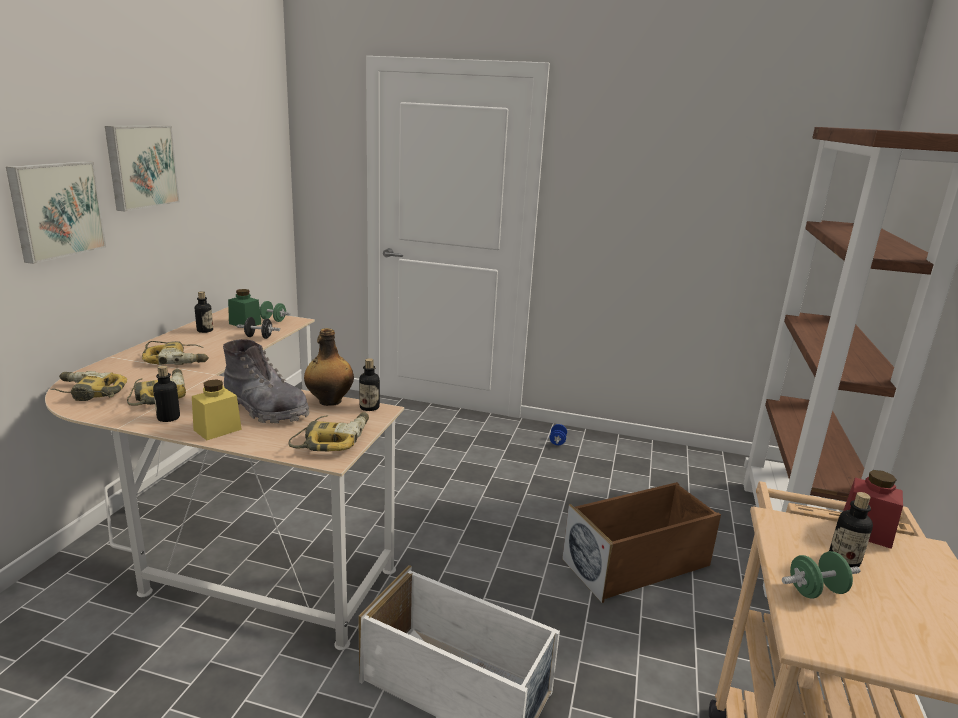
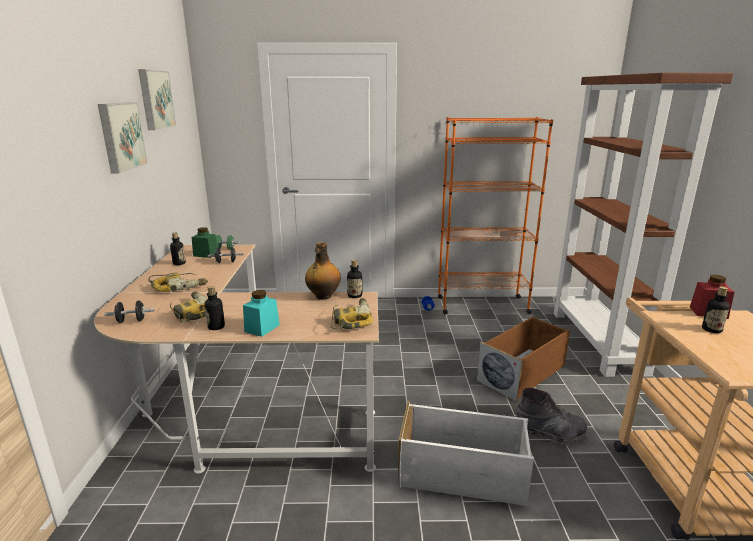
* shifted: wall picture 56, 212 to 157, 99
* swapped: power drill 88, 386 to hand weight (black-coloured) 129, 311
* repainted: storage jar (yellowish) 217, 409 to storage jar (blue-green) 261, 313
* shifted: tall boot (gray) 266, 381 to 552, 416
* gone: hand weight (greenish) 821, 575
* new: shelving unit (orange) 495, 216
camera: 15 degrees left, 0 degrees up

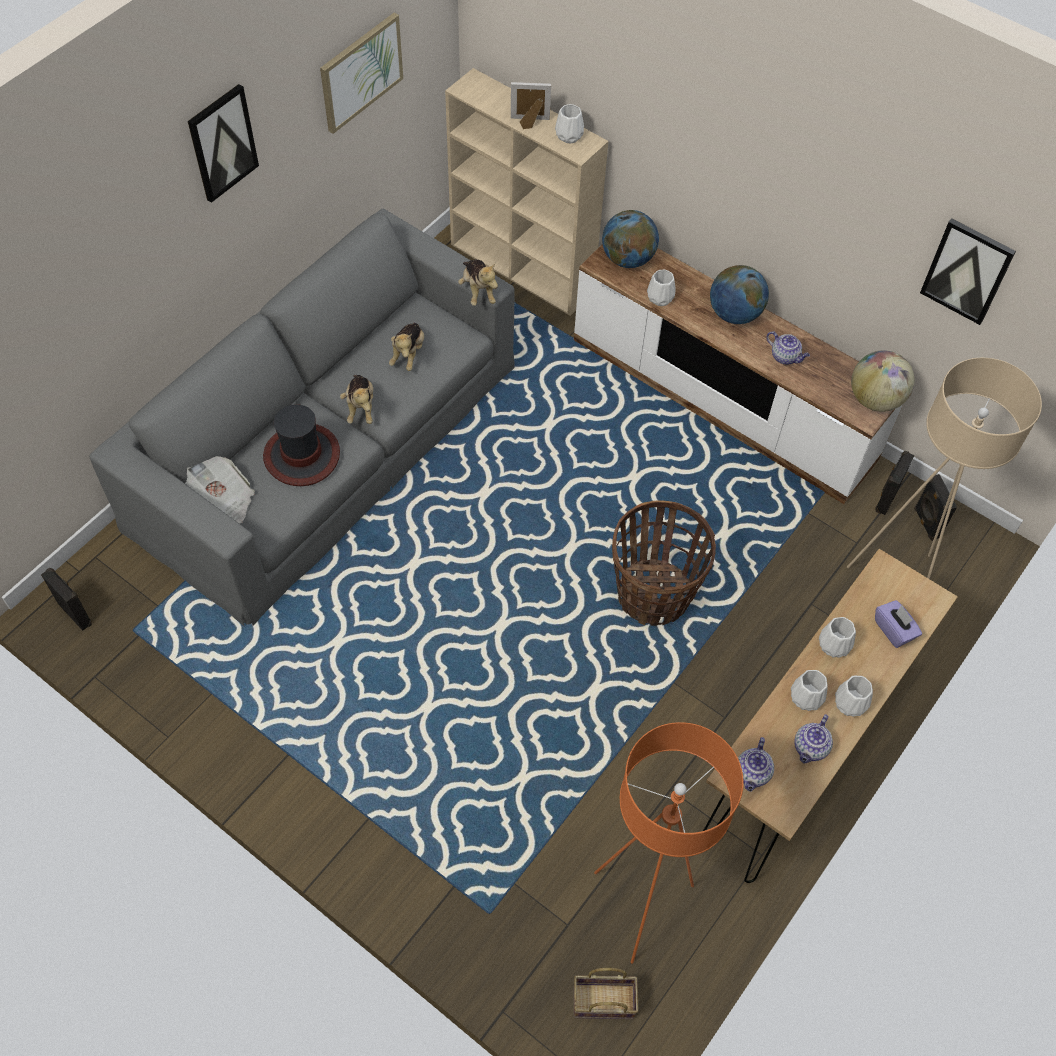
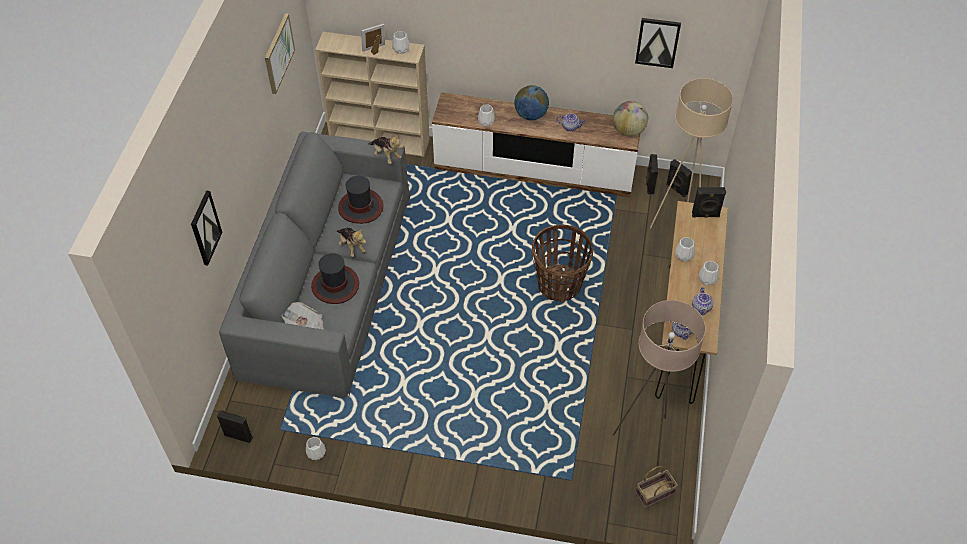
* shifted: wall picture 223, 143 to 206, 227
* swapped: plush toy 406, 347 to hat 360, 200
* repainted: standing lamp (orange) 669, 842 to standing lamp (sand-coloured) 659, 384
* gone: world globe 630, 239
* shifted: decorative vase (white-coloured) 809, 690 to 316, 448
* gone: tissue holder (purplish) 898, 624
* new: speaker (black-coloured) 709, 202
camera: 25 degrees left, 5 degrees down

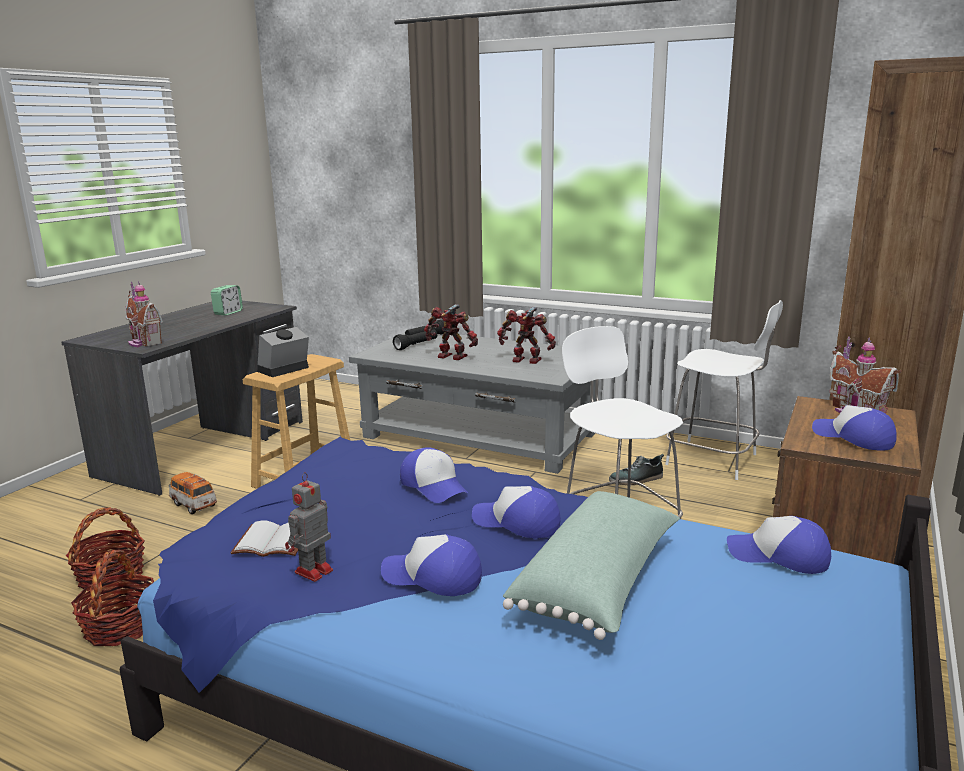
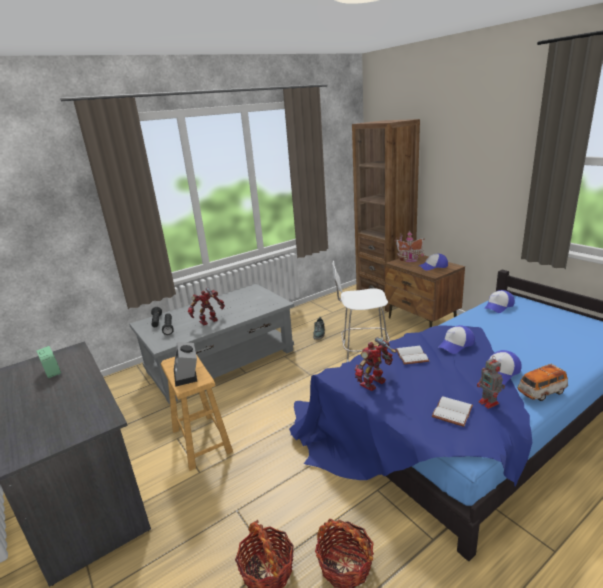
* gone: model house 144, 314
* shifted: model car 193, 493 to 543, 382
* swapped: baseball cap 434, 475 to volume (white-coloured) 412, 355
* shifted: robot figure 526, 335 to 375, 364
* gone: throw pillow (greenish) 591, 565
* gone: plain chair (white-coloured) 724, 390
camera: 60 degrees left, 5 degrees up

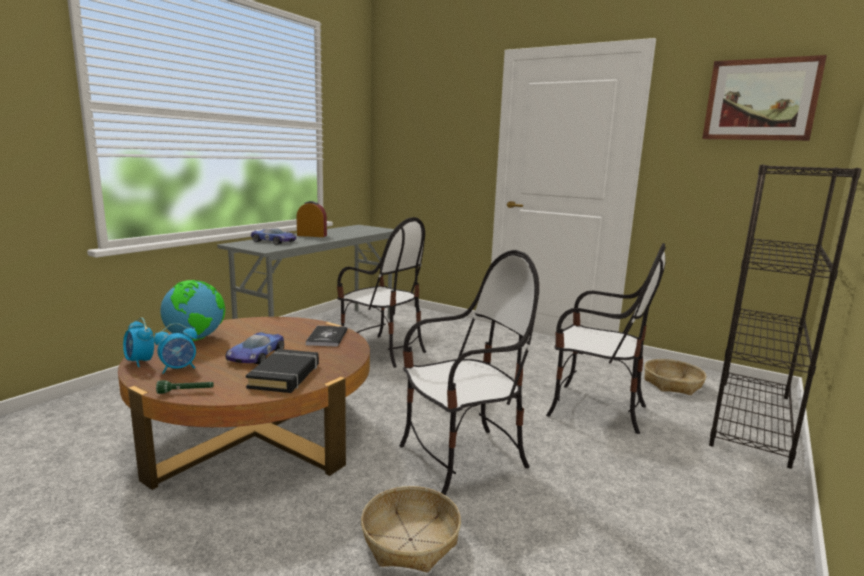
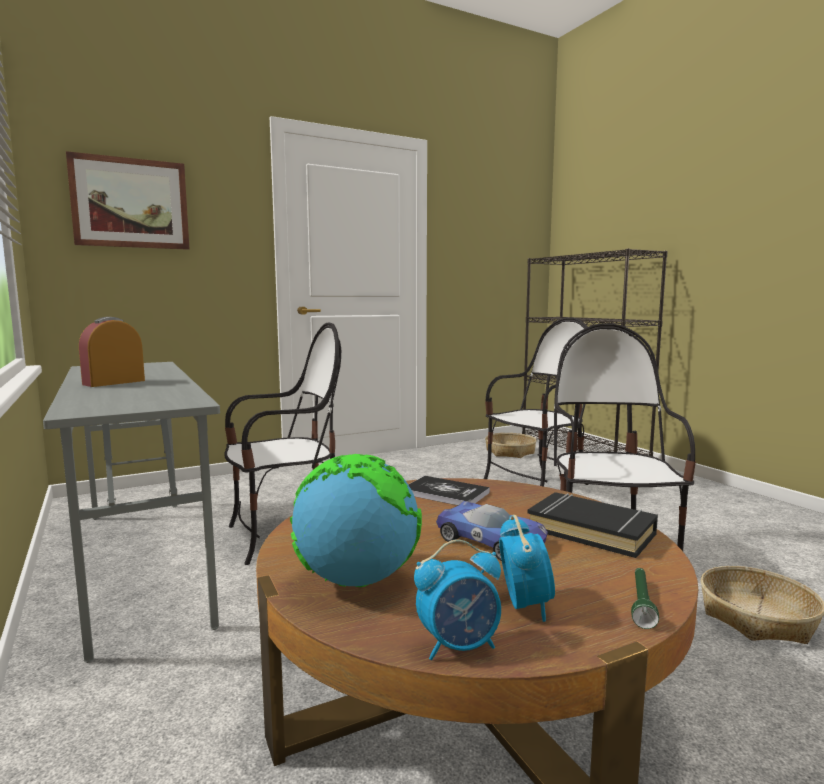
* gone: model car 273, 236
* shifted: wall picture 764, 98 to 128, 200
camera: 60 degrees left, 5 degrees down

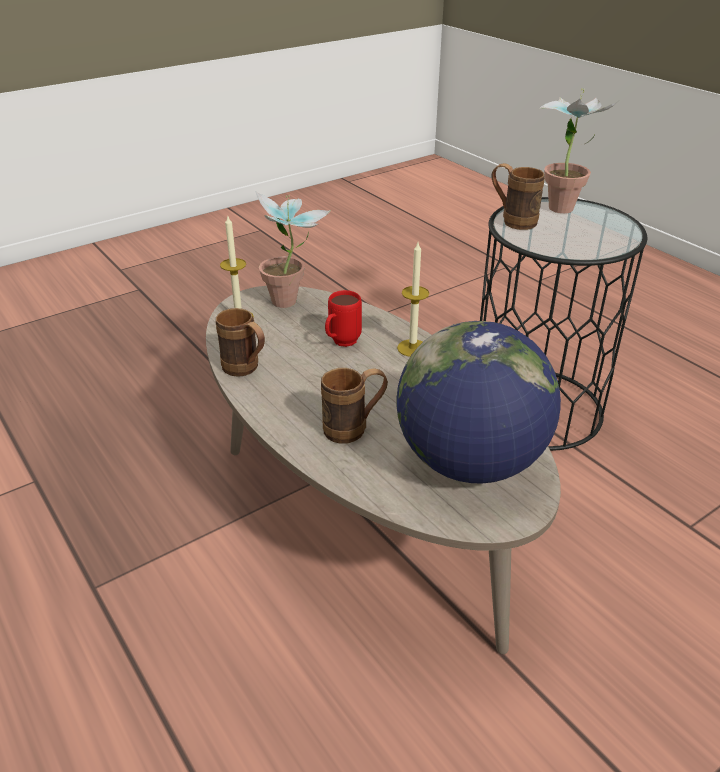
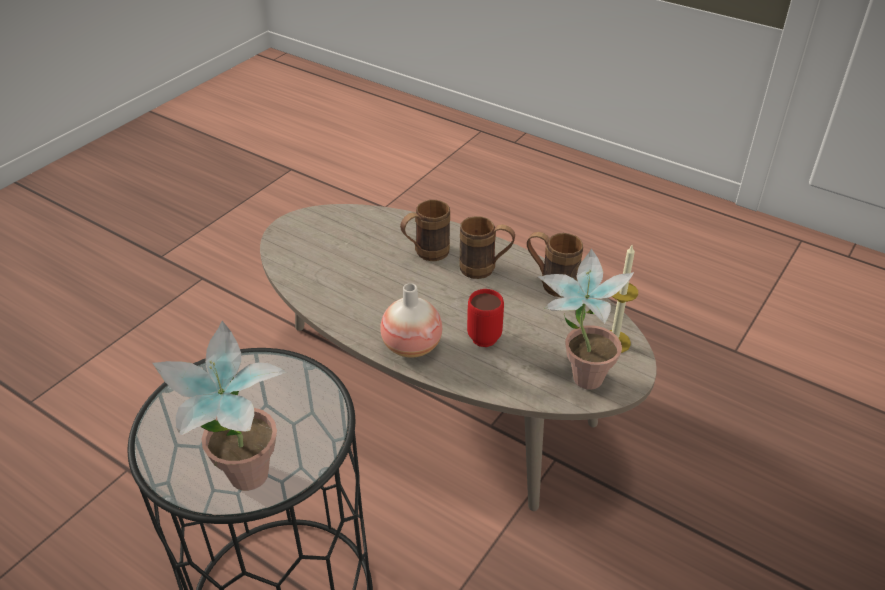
* gone: world globe 478, 402
* swapped: wax light 413, 300 to decorative vase 411, 320
* shifted: coffee mug (brown) 518, 196 to 487, 247
camera: 160 degrees right, 5 degrees up

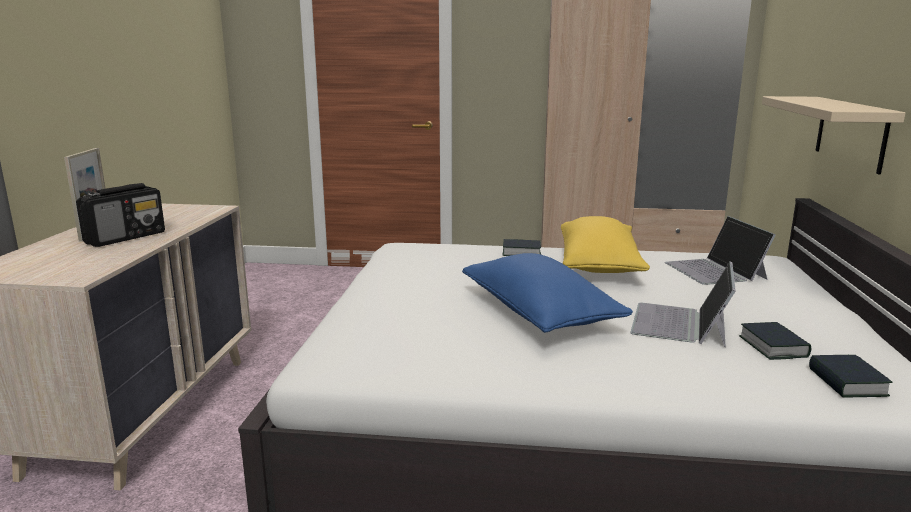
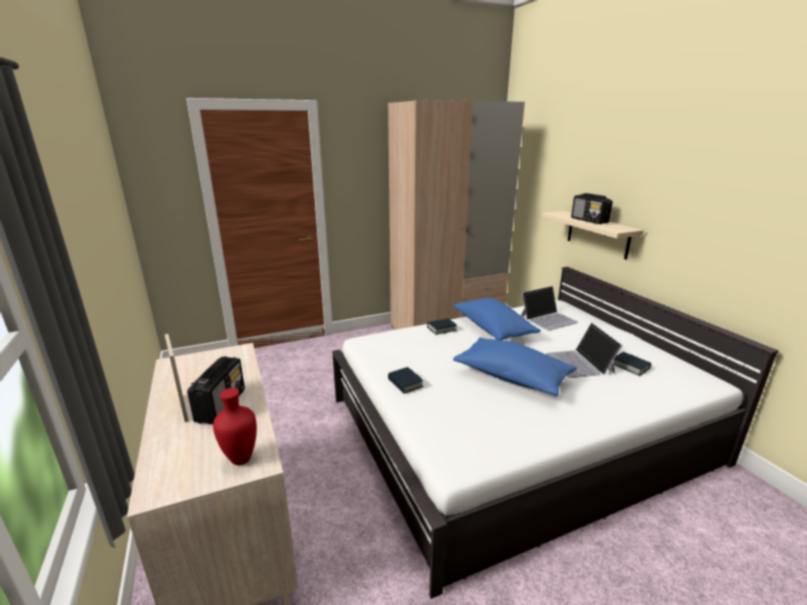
* repainted: throw pillow (yellowish) 605, 244 to throw pillow (blue) 497, 319
* rotated: notebook computer 720, 250 = 549, 308 75 degrees counterclockwise
* shifted: volume 850, 376 to 405, 380
* new: decorative vase (red-coloured) 235, 426
* new: radio 592, 208
camera: 30 degrees left, 5 degrees up

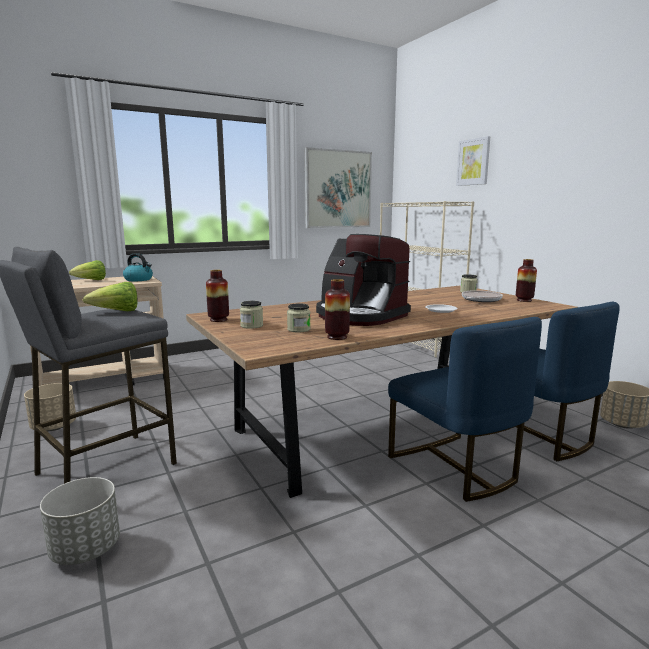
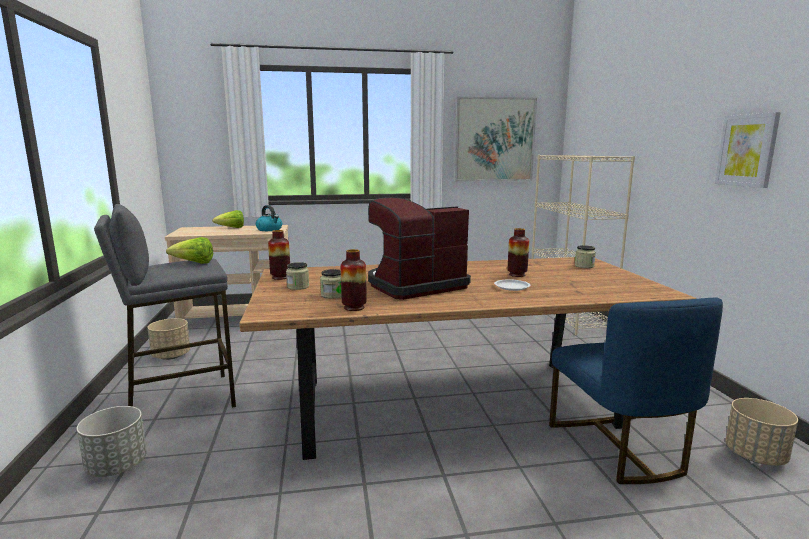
* rotated: coffee maker 363, 280 = 419, 248 90 degrees clockwise
* gone: plain chair (blue) 465, 409
* shifted: wall picture 473, 161 to 748, 150
* gone: skillet 482, 296
* shifted: decorative vase 526, 280 to 518, 252
camera: 20 degrees right, 0 degrees up

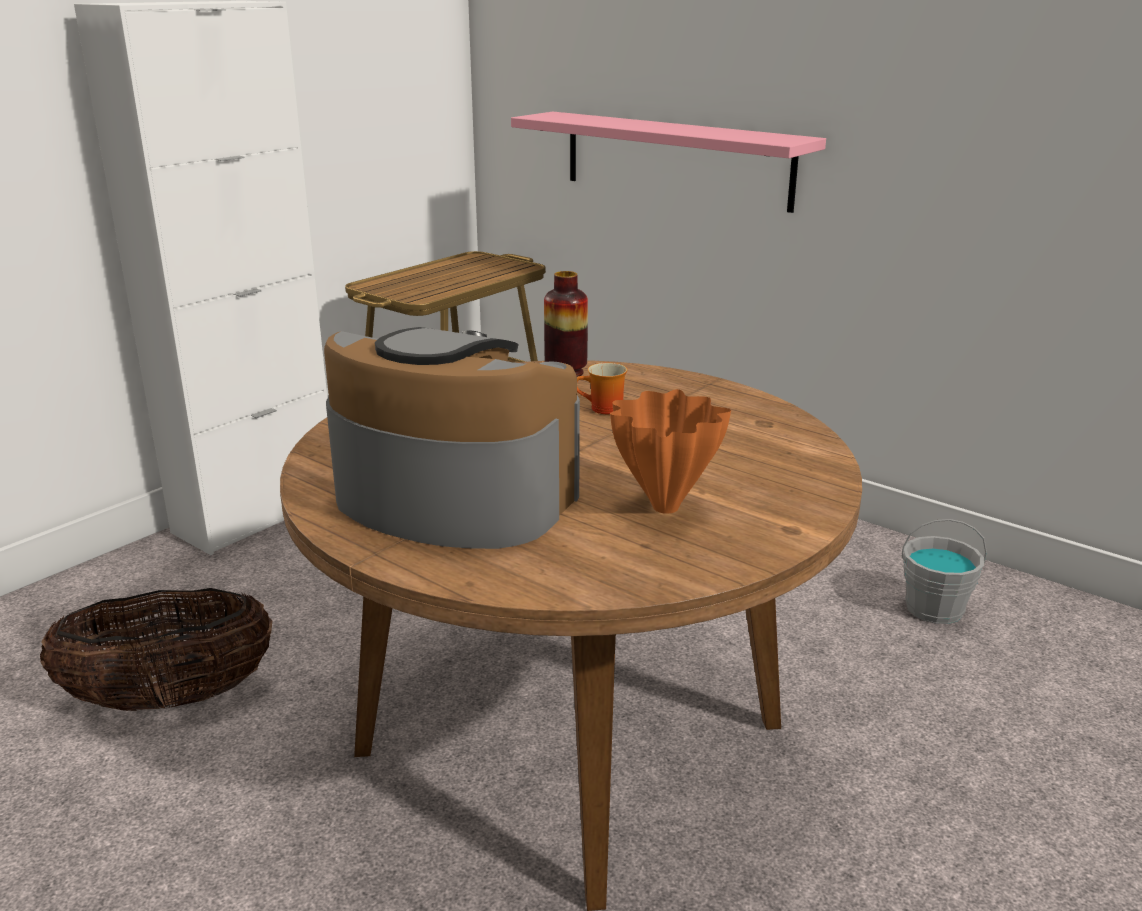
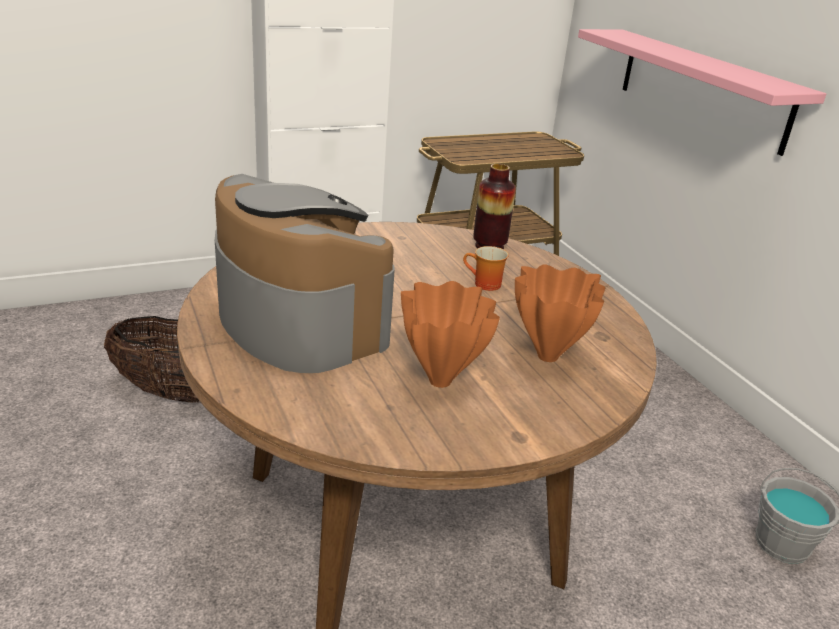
* new: decorative vase (orange) 560, 313
camera: 25 degrees right, 5 degrees up

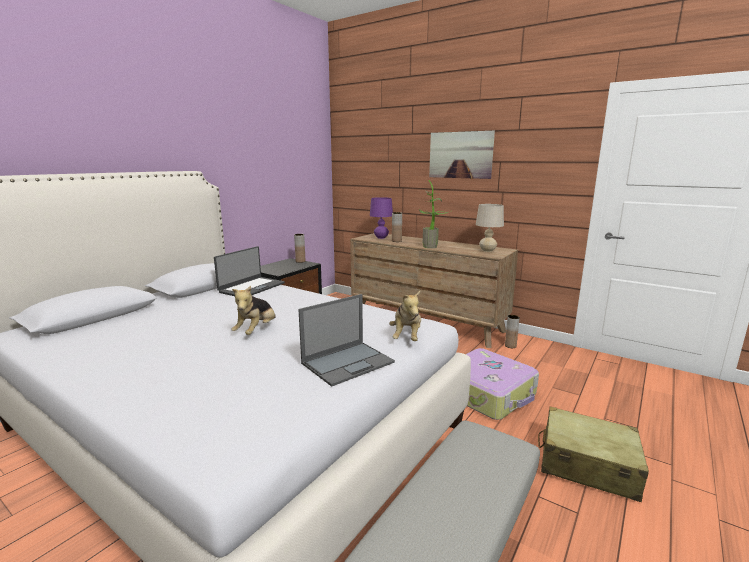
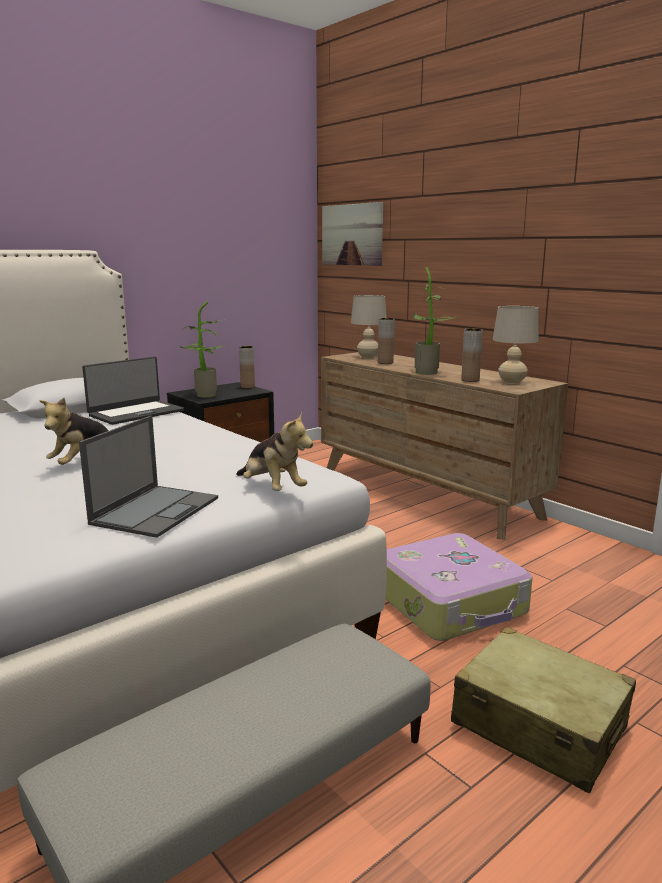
* rotated: notebook computer 346, 340 = 148, 477 45 degrees counterclockwise
* repainted: tabletop lamp (purplish) 381, 218 to tabletop lamp (sand-coloured) 369, 327
* rotated: plush toy 405, 316 = 274, 451 60 degrees counterclockwise
* shifted: wall picture 462, 155 to 352, 234
* shifted: decorative vase (brown) 512, 331 to 472, 355
* new: potted plant 203, 349
camera: 15 degrees right, 0 degrees up

